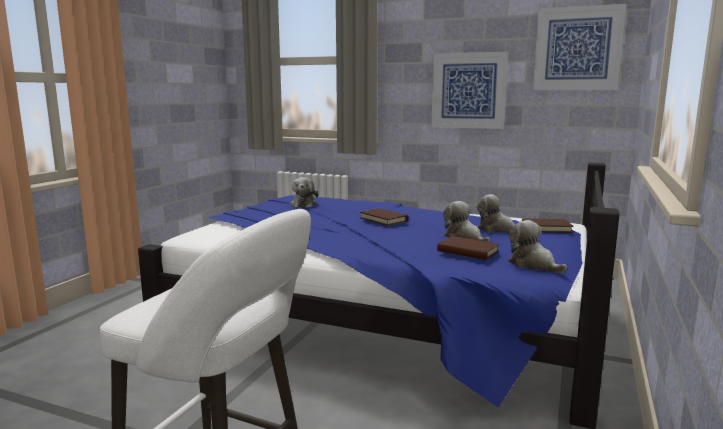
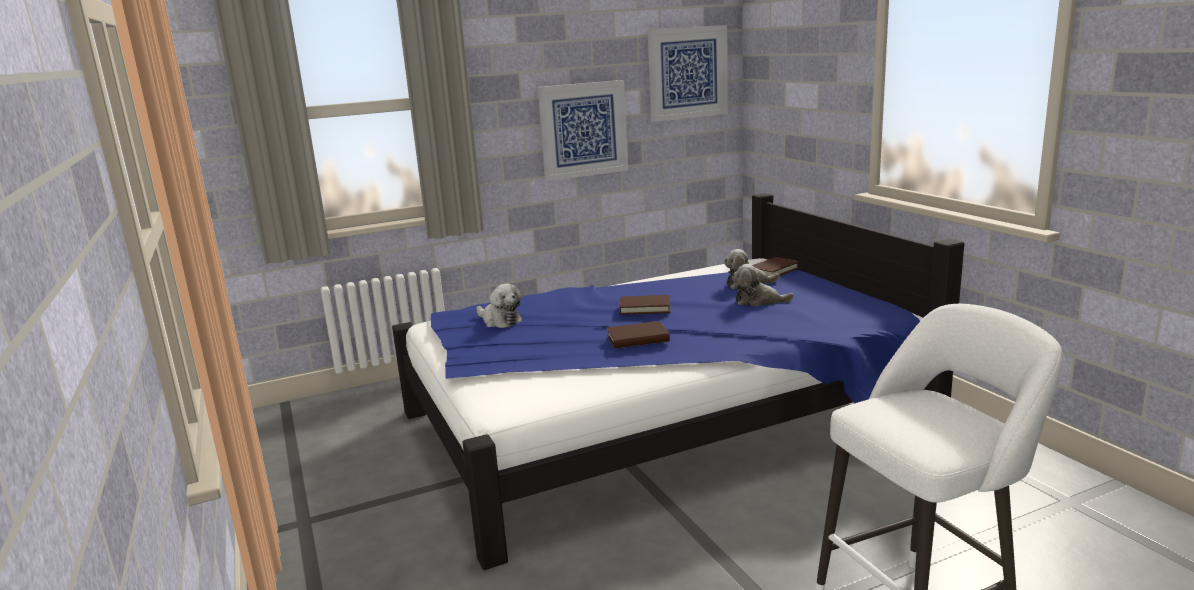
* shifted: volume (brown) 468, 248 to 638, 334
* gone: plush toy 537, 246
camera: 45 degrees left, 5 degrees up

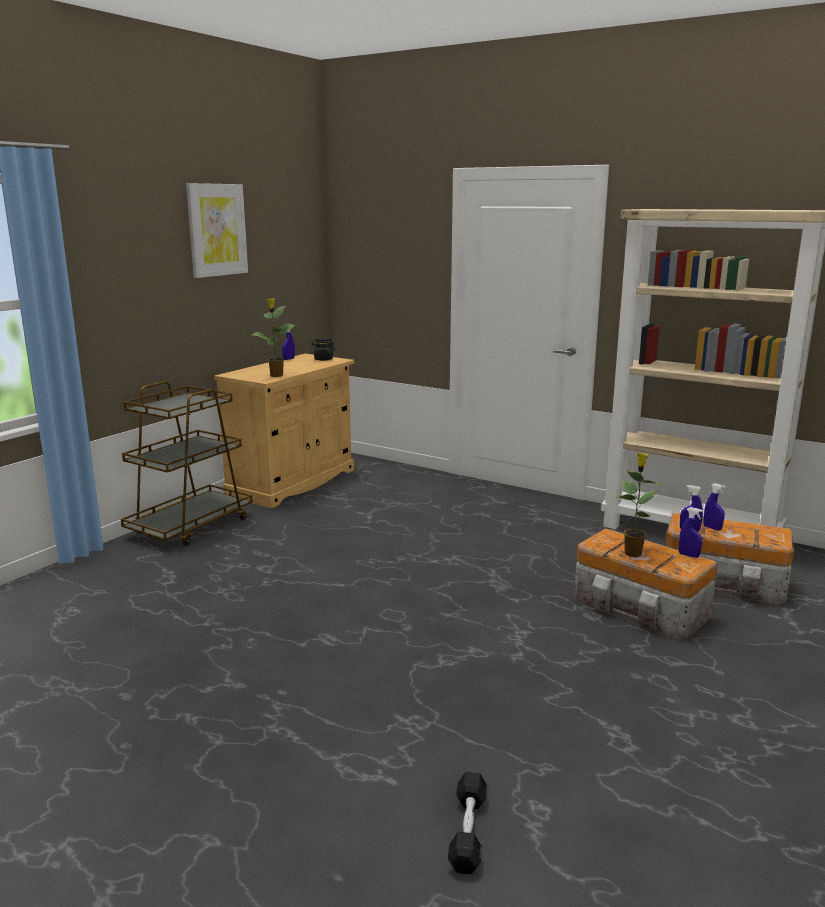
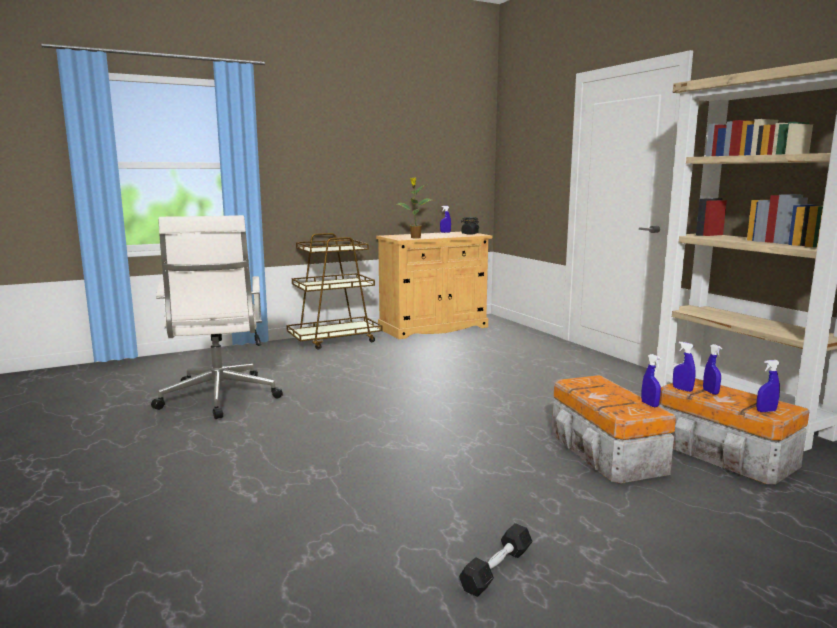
* gone: wall picture 217, 230
* shifted: hand weight (black-coloured) 467, 823 to 495, 560
* gone: potted plant 638, 505
* new: desk chair (white-coloured) 217, 317
* new: sprayer (blue) 768, 386
camera: 30 degrees right, 5 degrees down

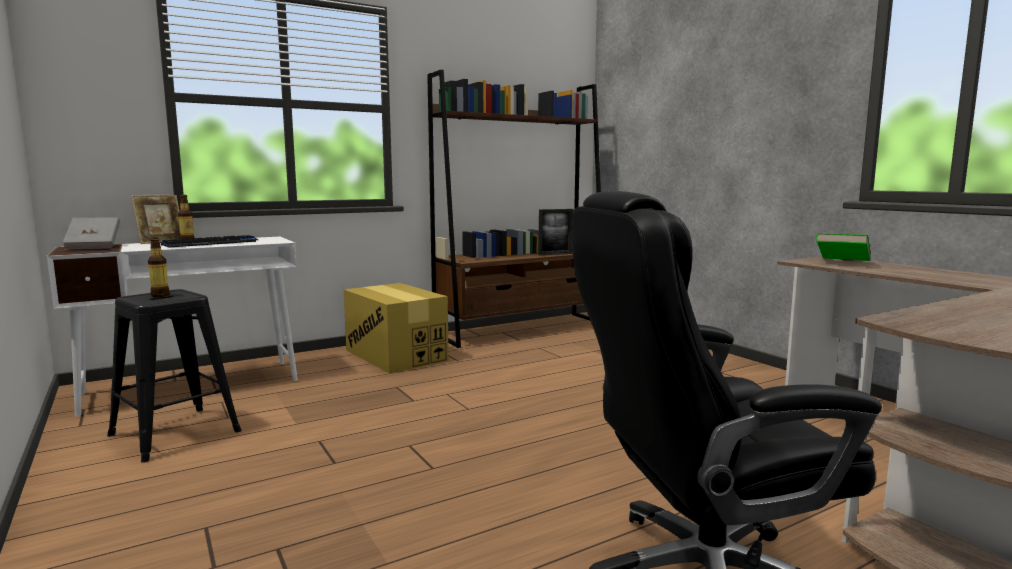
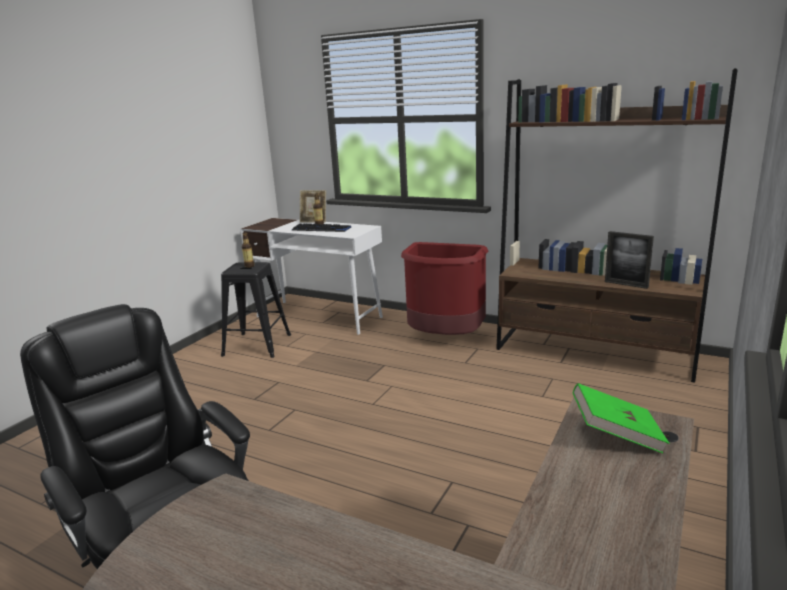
* gone: volume (gray) 91, 233
* swapped: carton 396, 328 to rubbish bin (red-coloured) 444, 288
camera: 60 degrees right, 10 degrees up

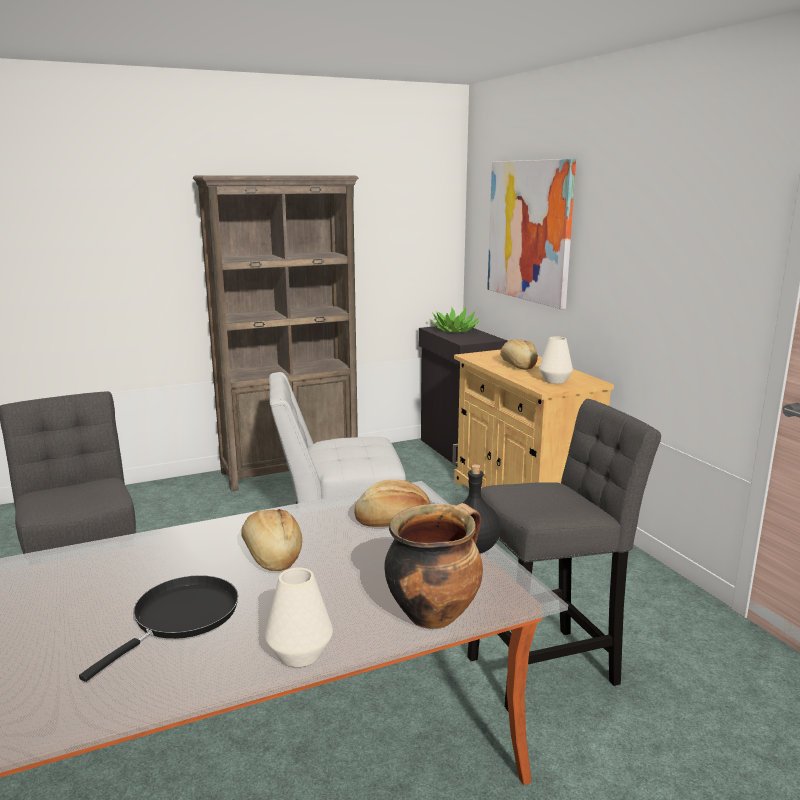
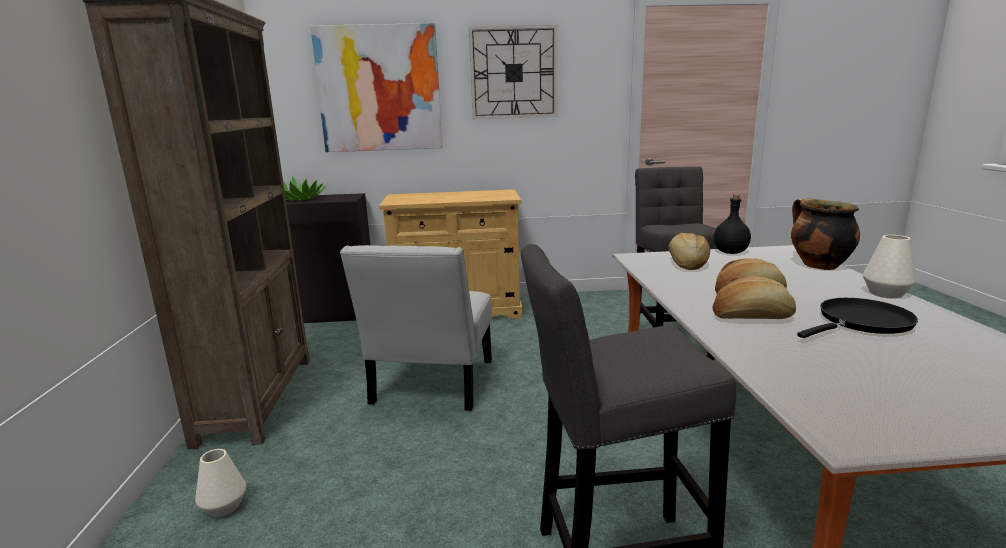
* rotated: skillet (black-coloured) 158, 628 = 857, 318 105 degrees clockwise
* shifted: bakery bread 519, 355 to 754, 297
* shifted: decorative vase (white-coloured) 556, 360 to 220, 483
* new: clock on the wall 513, 72
camera: 70 degrees left, 0 degrees up

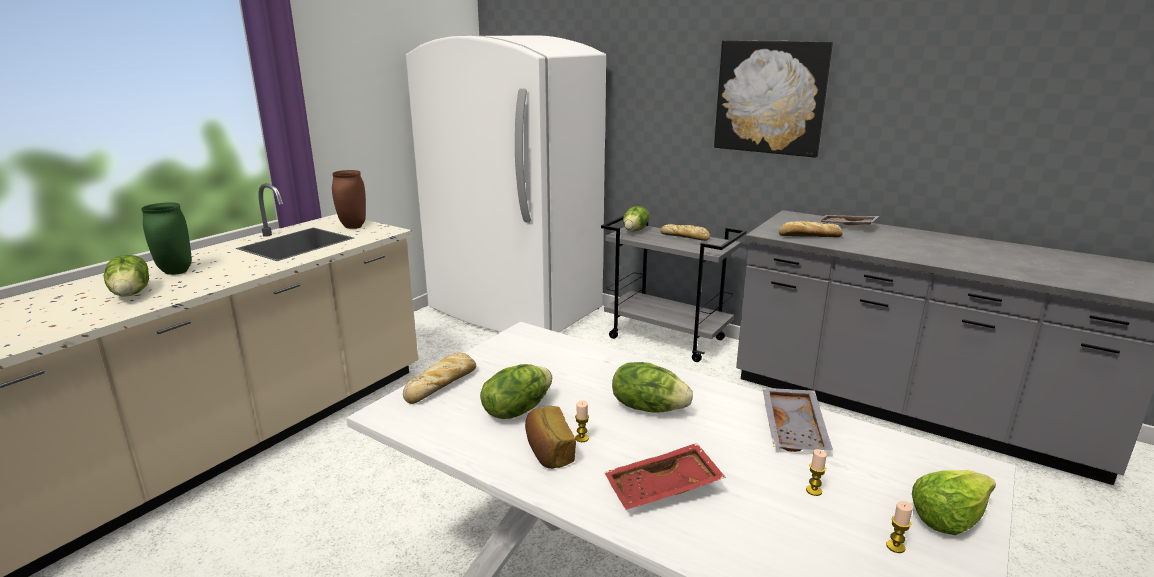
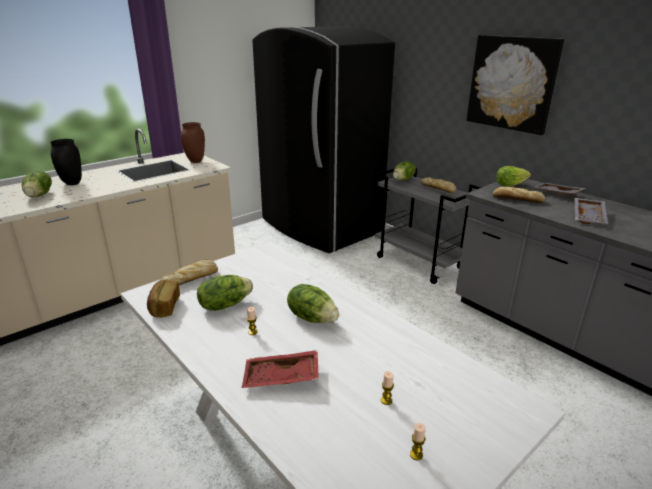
* repainted: decorative vase (greenish) 166, 238 to decorative vase (black-coloured) 66, 162
* repainted: kitchen fridge (white-coloured) 506, 184 to kitchen fridge (black-coloured) 323, 139
* shifted: bakery bread 550, 437 to 163, 298
* shifted: serving tray (gray) 797, 420 to 591, 211
* shifted: lettuce 954, 502 to 513, 176
camera: 15 degrees right, 5 degrees up

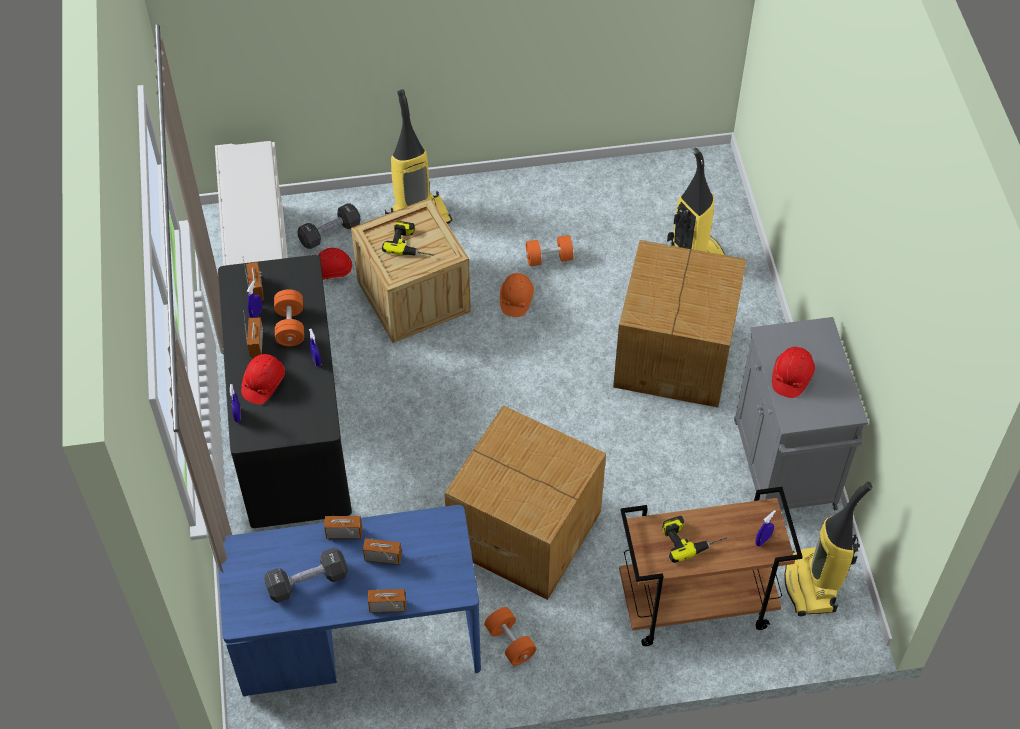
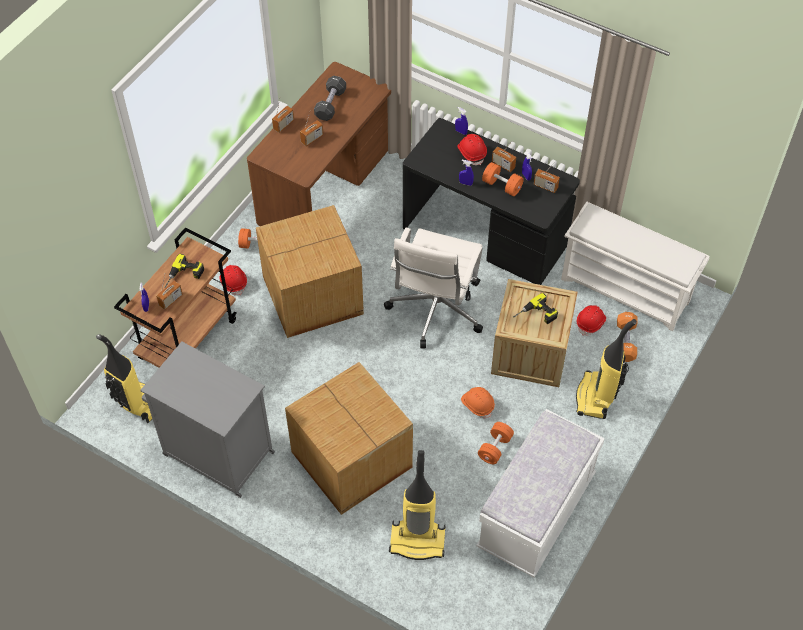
* repainted: desk unit (blue) 349, 600 to desk unit (brown) 319, 144
* repainted: hand weight (black-coloured) 328, 226 to hand weight (orange) 627, 337
* shifted: radio 343, 527 to 169, 292
* shifted: hard hat (red-coloured) 793, 372 to 233, 280
* new: desk chair (white-coloured) 433, 288
* new: indoor bench (white-coloured) 540, 493
camera: 130 degrees right, 0 degrees up

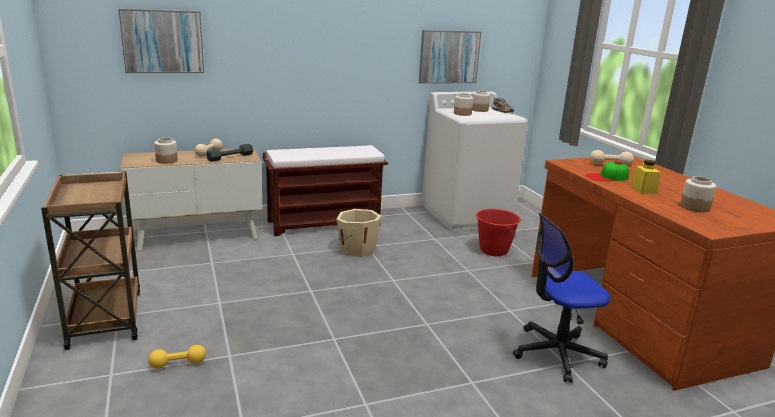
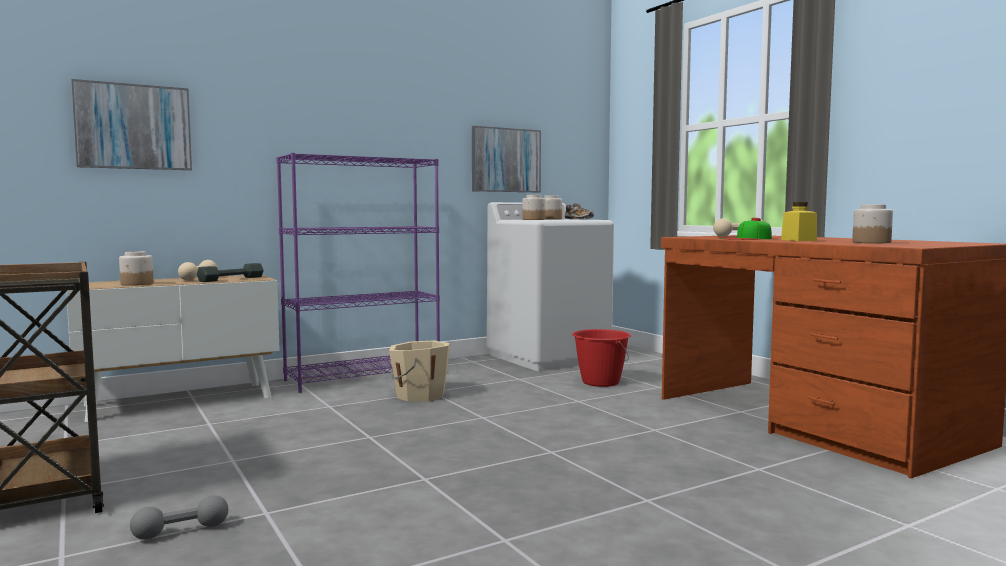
* repainted: hand weight (yellowish) 177, 357 to hand weight (gray) 179, 517
* swapped: indoor bench (brown) 325, 190 to shelving unit (purplish) 358, 273
* gone: desk chair 561, 298
camera: 10 degrees left, 15 degrees down

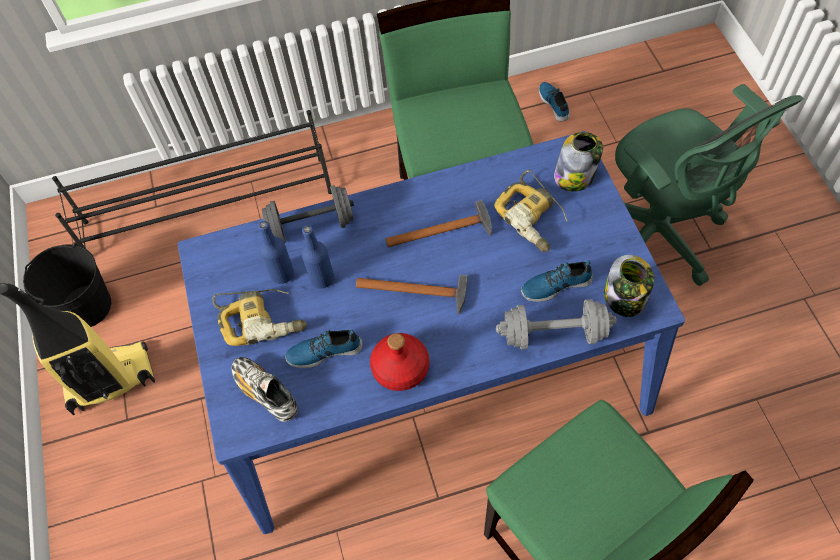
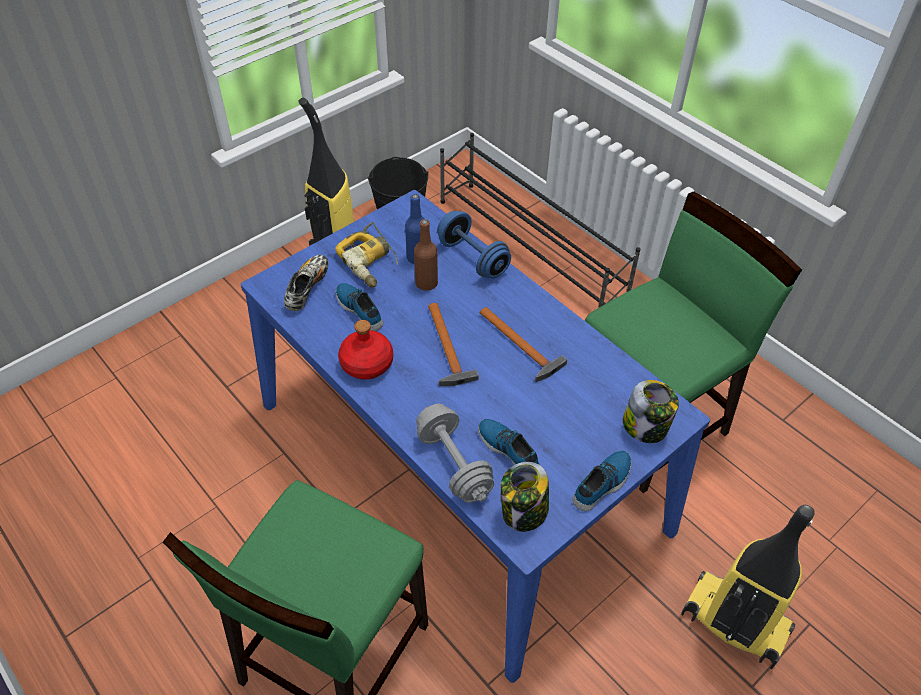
* repainted: hand weight (gray) 308, 214 to hand weight (blue) 474, 245
* repainted: drink bottle (blue) 318, 257 to drink bottle (brown) 426, 255
* gone: power drill 531, 211
* shifted: shoe 554, 101 to 601, 481
* swapped: desk chair (greenish) 709, 185 to hoover 748, 587
camera: 60 degrees right, 10 degrees down

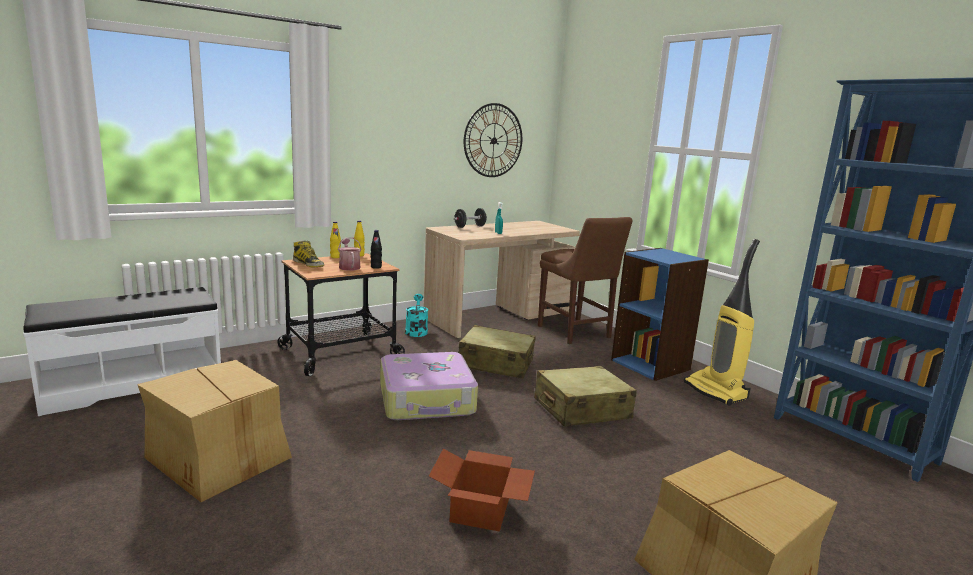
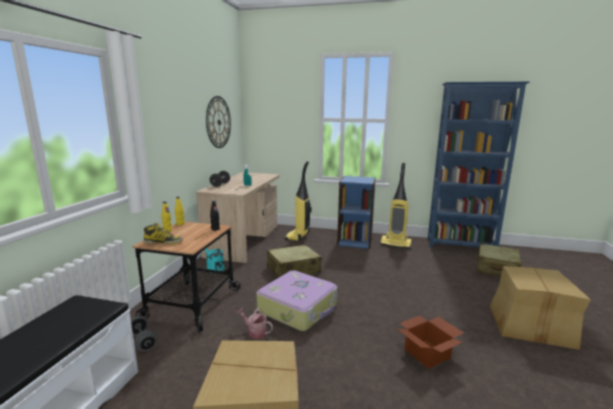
* shifted: sprinkling can 350, 254 to 254, 323
* shifted: travel case (sand-coloured) 585, 396 to 499, 260
* swapped: plain chair (brown) 585, 280 to hoover 298, 201
* new: hand weight (gray) 144, 333
camera: 40 degrees left, 0 degrees up

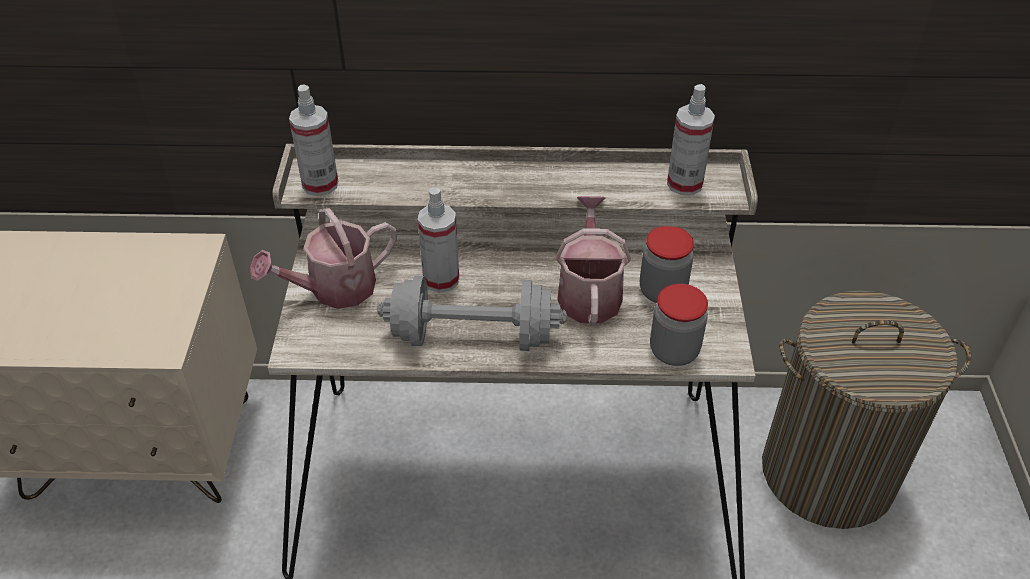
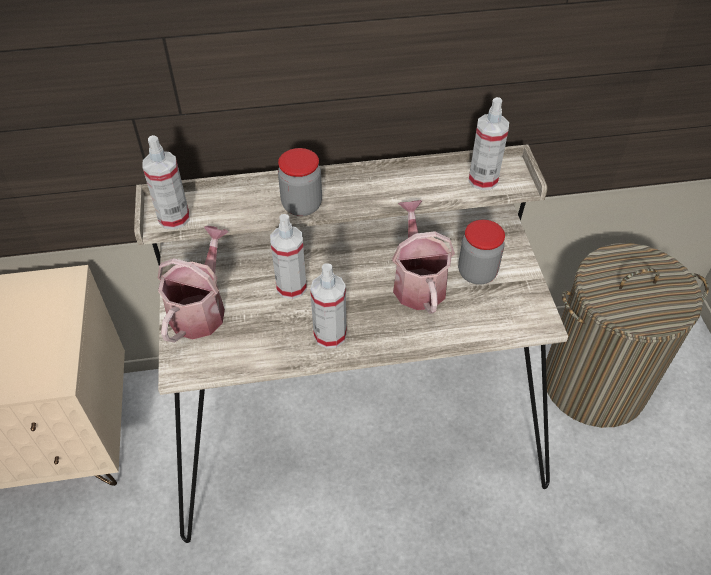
* rotated: sprinkling can 323, 258 = 193, 284 150 degrees clockwise
* swapped: hand weight (gray) 472, 313 to sprayer 328, 306
* shifted: storage jar 679, 325 to 300, 182
camera: 10 degrees left, 5 degrees up

